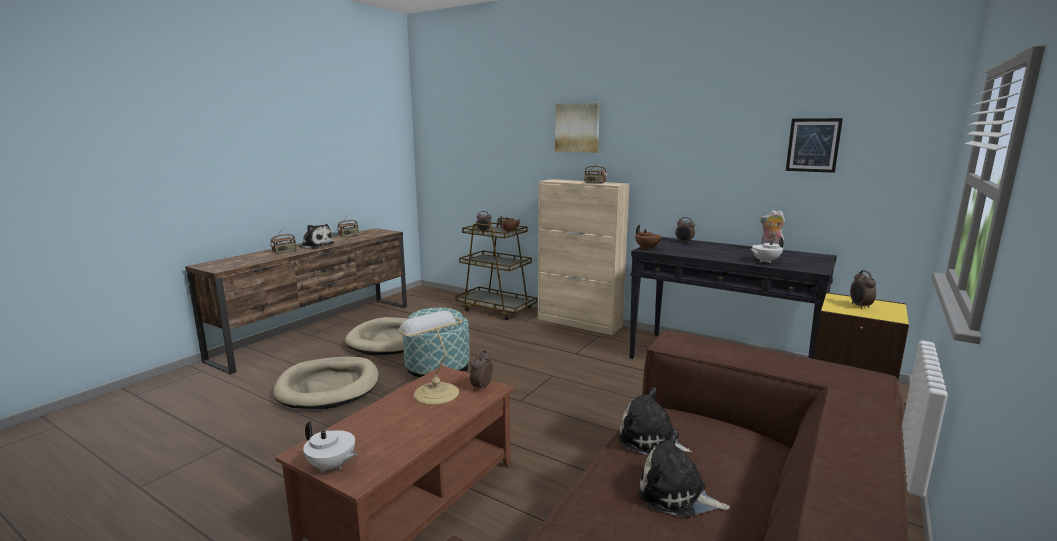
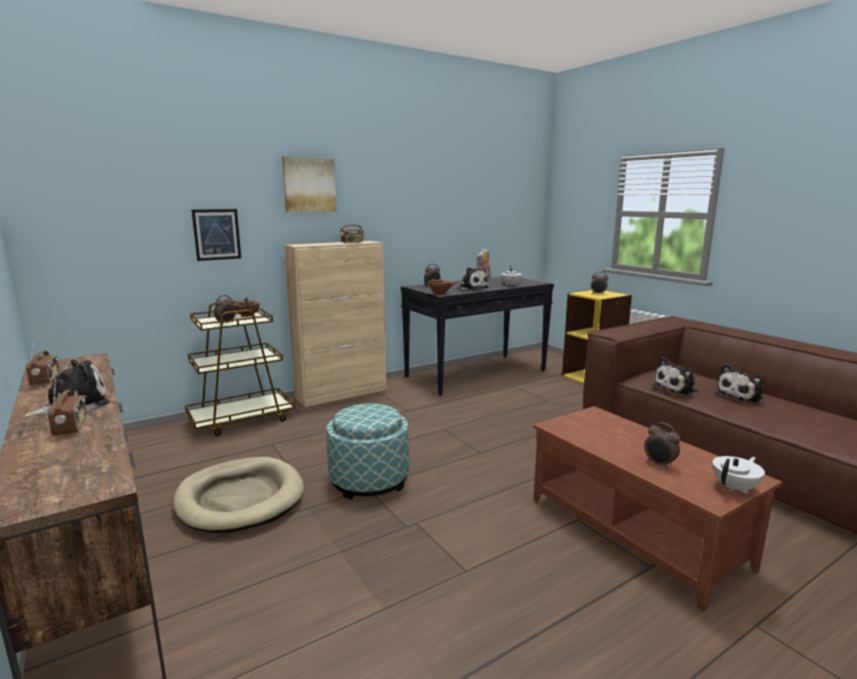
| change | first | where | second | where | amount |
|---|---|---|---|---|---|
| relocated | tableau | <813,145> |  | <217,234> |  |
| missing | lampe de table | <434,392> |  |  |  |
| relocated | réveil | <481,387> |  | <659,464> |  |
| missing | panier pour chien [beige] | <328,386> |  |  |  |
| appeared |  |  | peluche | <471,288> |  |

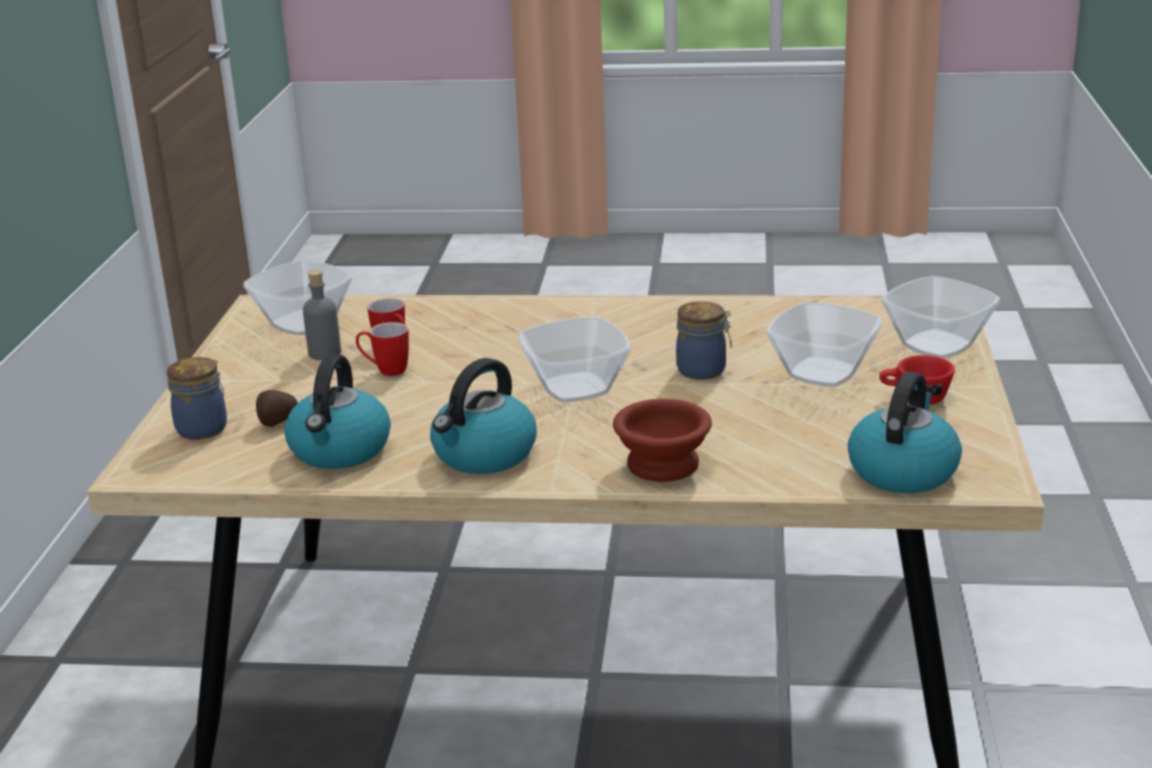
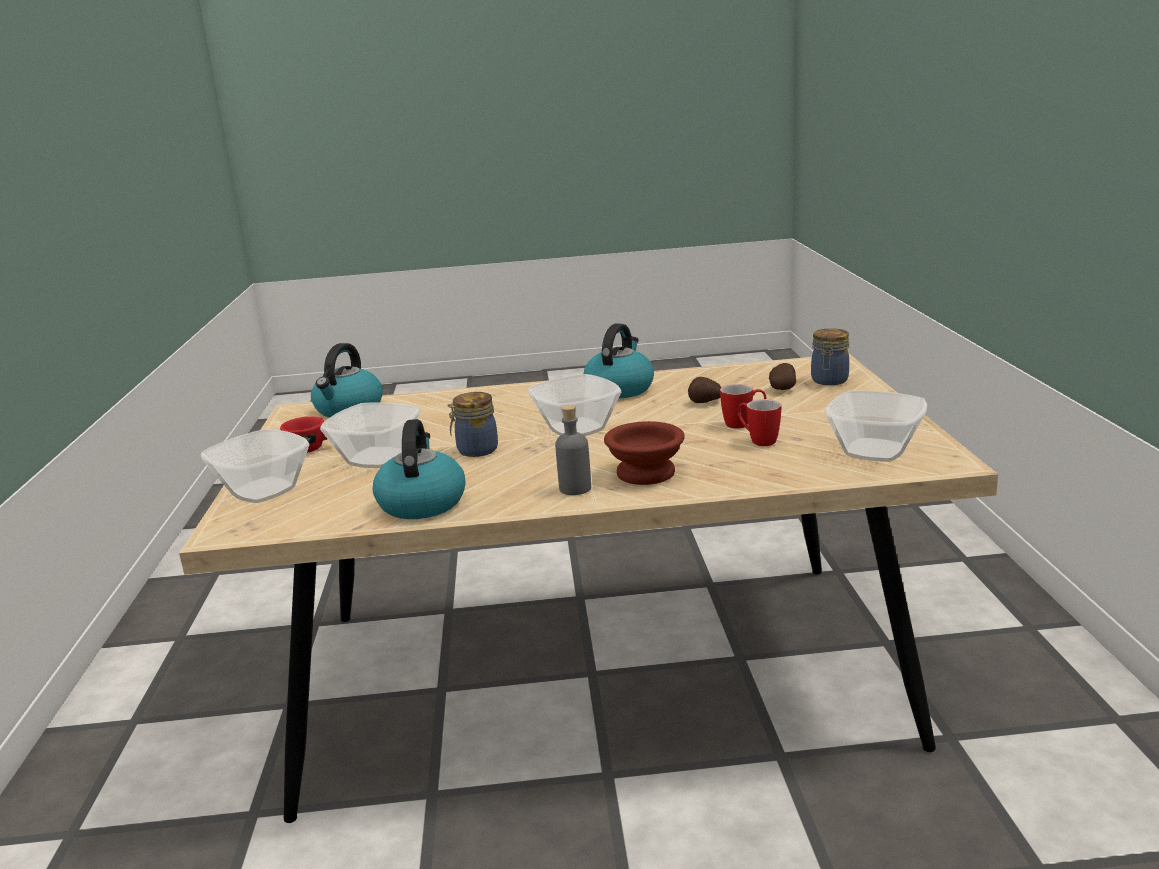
| change | first | where | second | where | amount |
|---|---|---|---|---|---|
| relocated | bouteille [gris] | <325,353> |  | <575,488> |  |
| relocated | bouilloire | <340,450> |  | <421,503> |  |
| relocated | bol [marron] | <660,464> |  | <648,473> |  |
| appeared |  |  | pomme de terre | <704,402> |  |

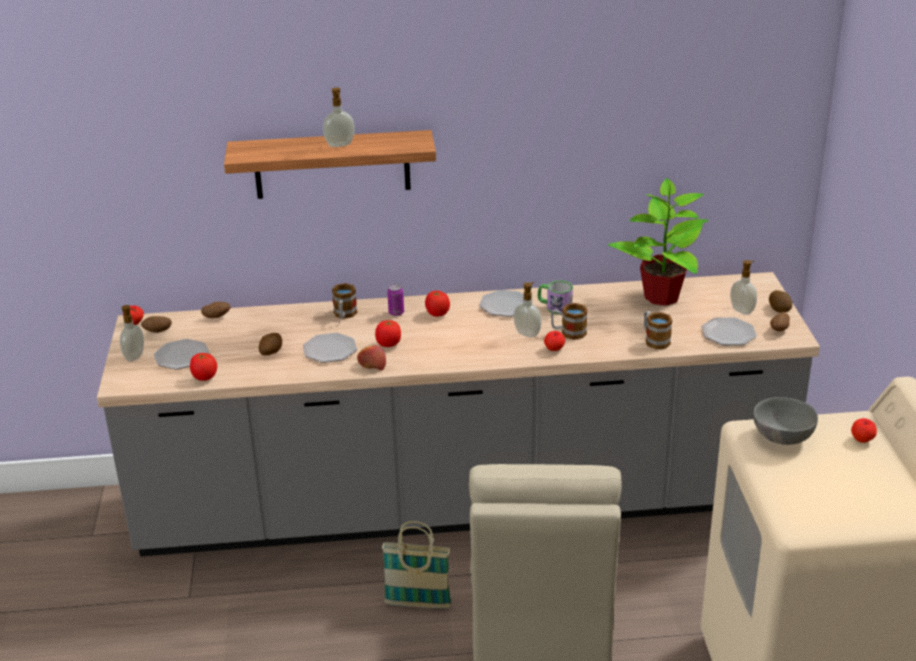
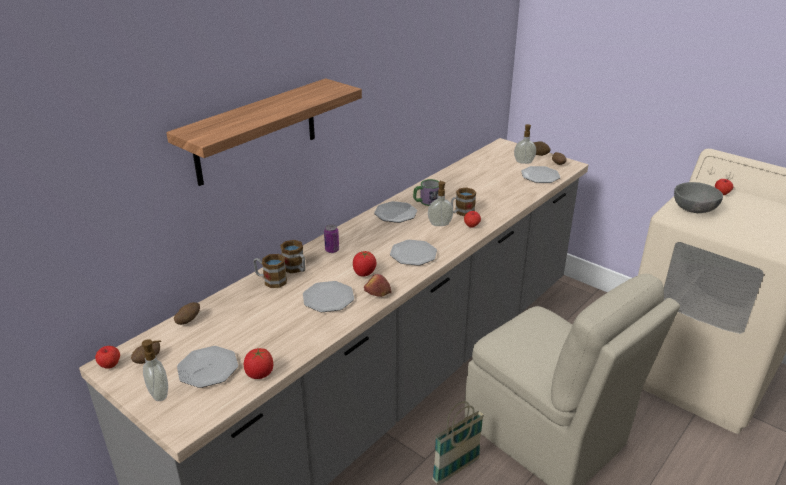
| change | first | where | second | where | amount |
|---|---|---|---|---|---|
| missing | distributeur de savon | <340,145> |  |  |  |
| missing | plante en pot | <661,297> |  |  |  |
| missing | tomate | <437,314> |  |  |  |
| relocated | mug | <654,340> |  | <271,280> |  |
| missing | pomme de terre | <271,352> |  |  |  |
| appeared |  |  | assiette | <413,254> |  |

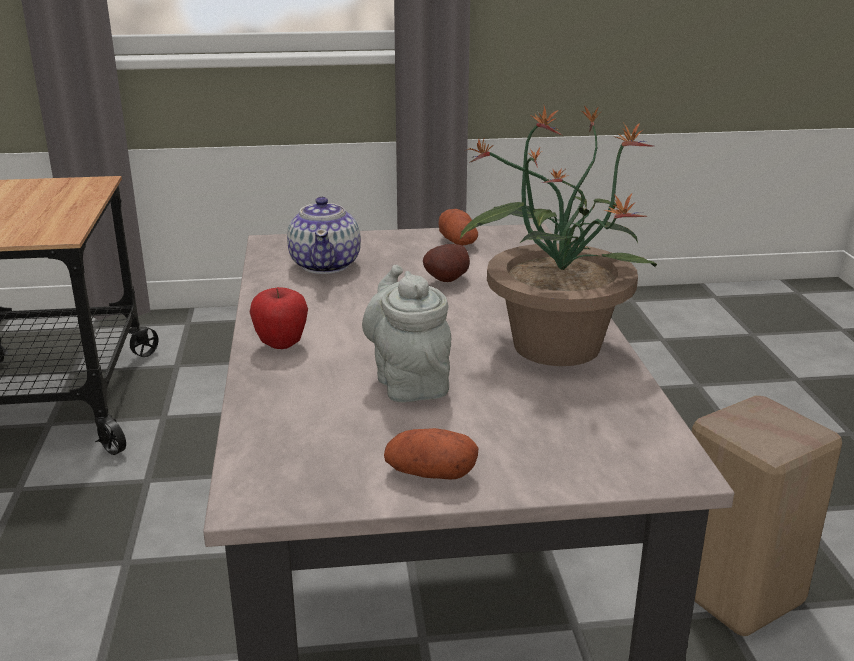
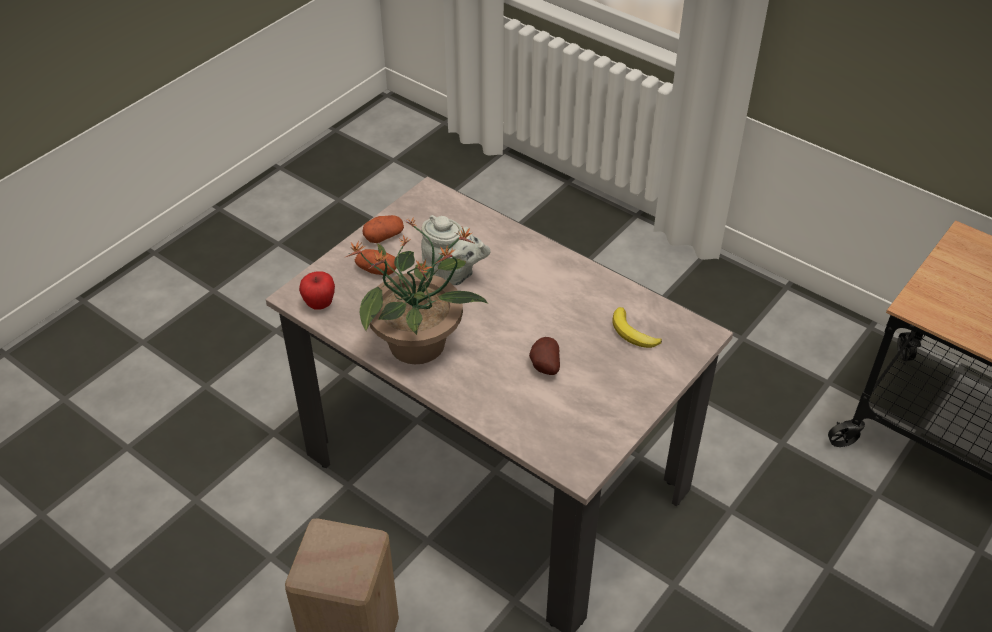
| change | first | where | second | where | amount |
|---|---|---|---|---|---|
| exchanged | théière | <326,264> | banane | <632,333> |  |
| relocated | pomme de terre | <458,242> |  | <377,270> |  |
| relocated | pomme | <281,345> |  | <319,304> |  |

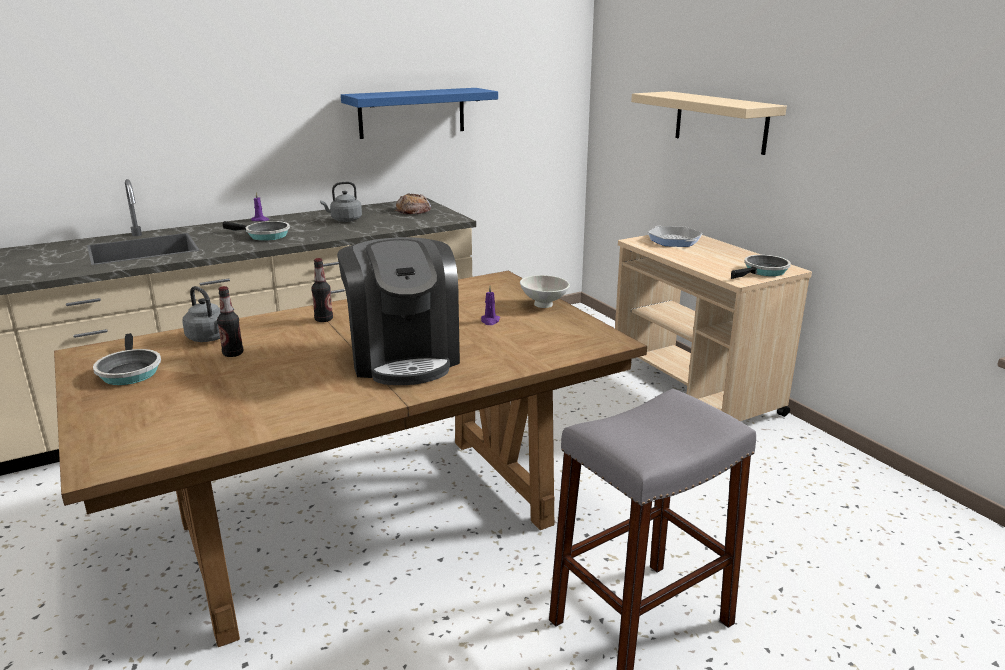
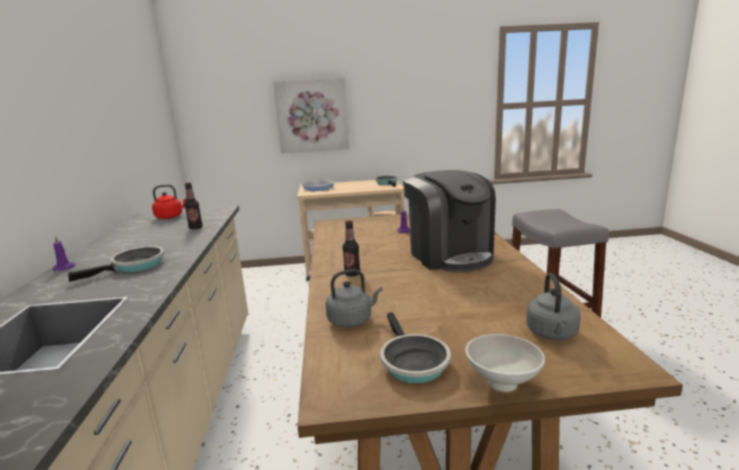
| change | first | where | second | where | amount |
|---|---|---|---|---|---|
| missing | étagère [bleu] | <412,113> |  |  |  |
| exchanged | étagère [beige] | <720,122> | tableau | <312,115> |  |
| relocated | bouilloire [gris] | <344,220> |  | <552,334> |  |
| exchanged | pain | <413,210> | bouilloire [rouge] | <171,217> |  |
| spun | machine à café | <403,357> |  | <449,255> | 60 degrees clockwise |
| relocated | bol [blanc] | <544,304> |  | <501,382> |  |
| relocated | bouteille | <233,354> |  | <195,228> |  |
| spun | poêle | <129,371> |  | <412,362> | 75 degrees clockwise |

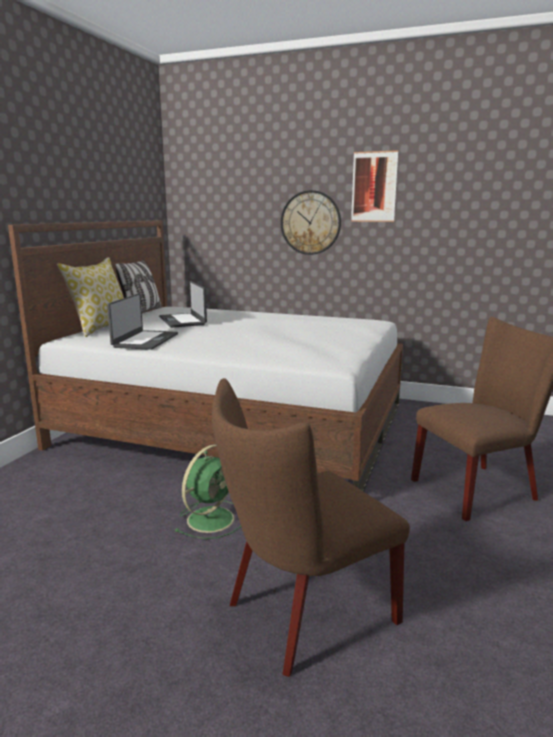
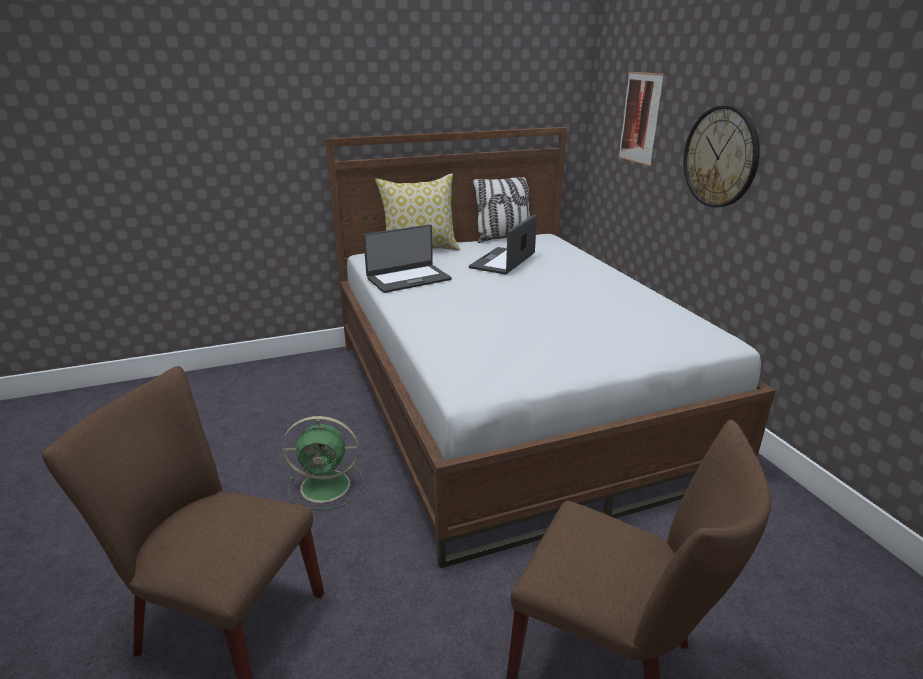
| change | first | where | second | where | amount |
|---|---|---|---|---|---|
| relocated | tableau | <374,187> |  | <640,118> |  |

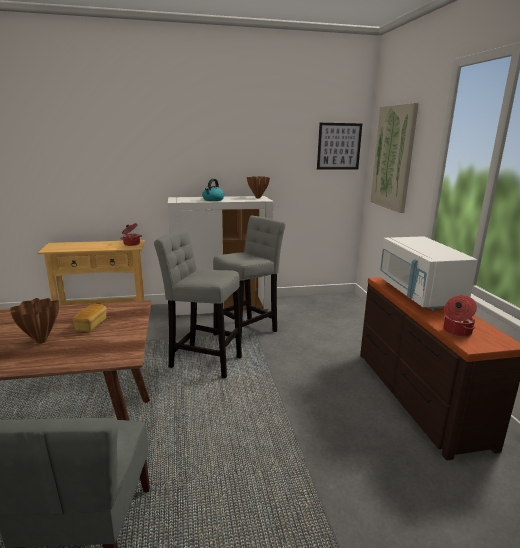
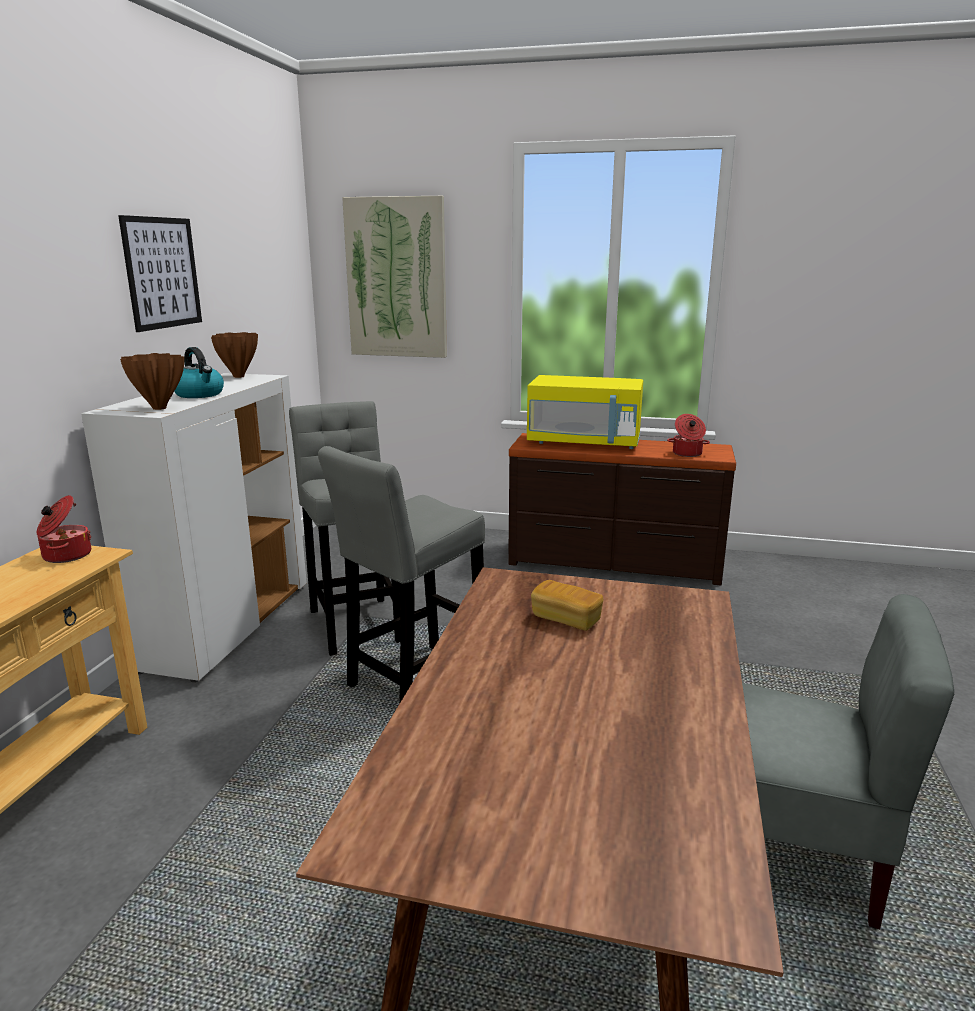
| change | first | where | second | where | amount |
|---|---|---|---|---|---|
| relocated | tableau | <339,146> |  | <162,273> |  |
| colour | micro-ondes [blanc] | <419,294> | micro-ondes [jaune] | <584,443> |  |
| relocated | vase [marron] | <41,341> |  | <158,408> |  |

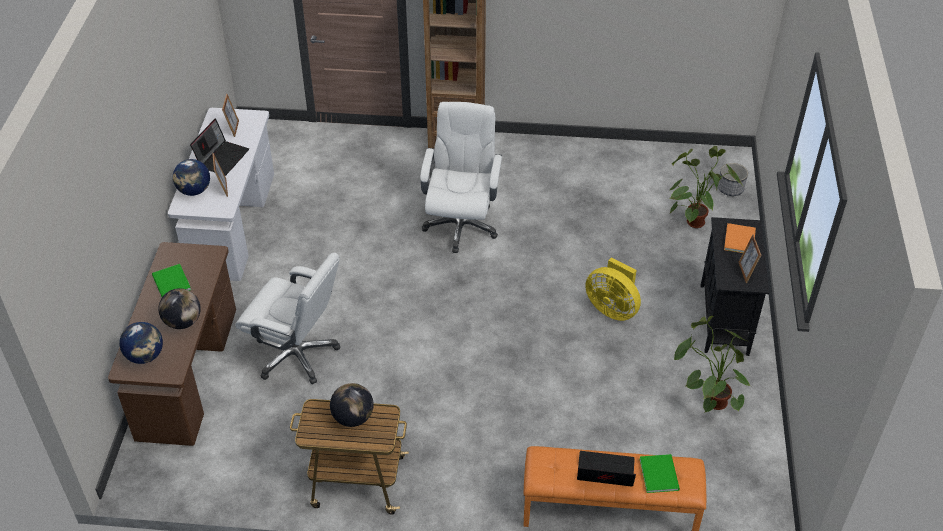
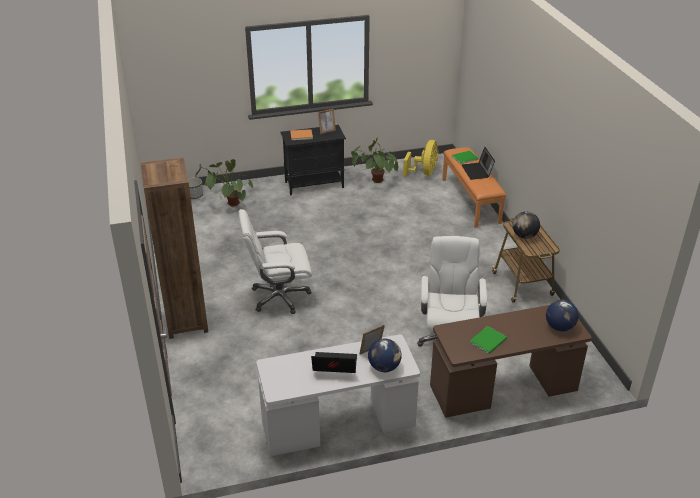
| change | first | where | second | where | amount |
|---|---|---|---|---|---|
| missing | cadre photo | <233,128> |  |  |  |
| relocated | ventilateur [jaune] | <612,308> |  | <424,173> |  |
| missing | globe | <183,322> |  |  |  |

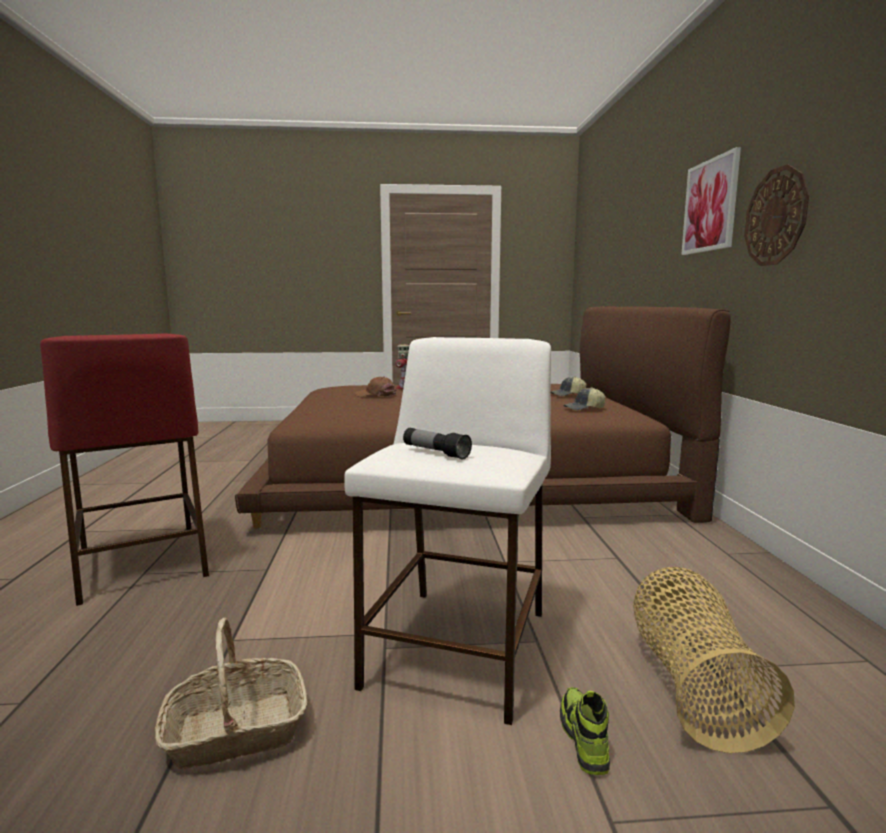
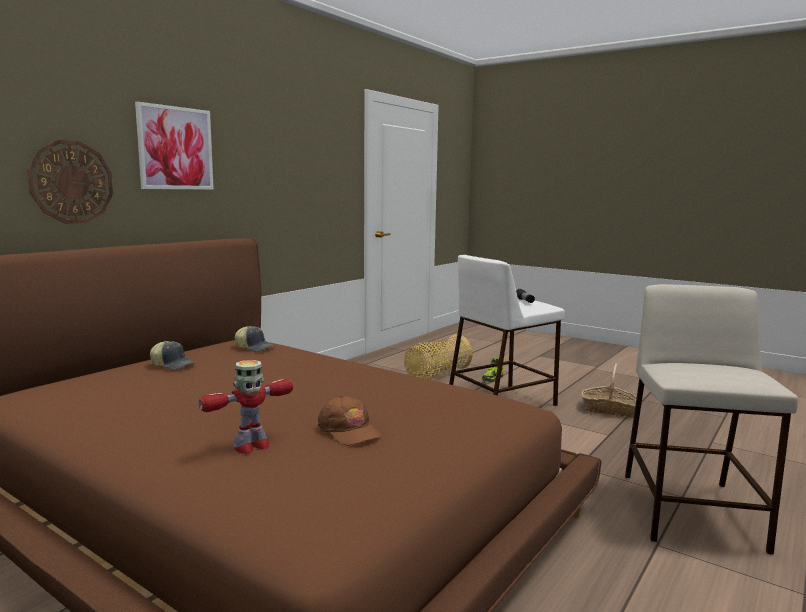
| change | first | where | second | where | amount |
|---|---|---|---|---|---|
| relocated | horloge murale | <776,217> |  | <71,182> |  |
| colour | tabouret [rouge] | <141,561> | tabouret [beige] | <692,512> |  |

